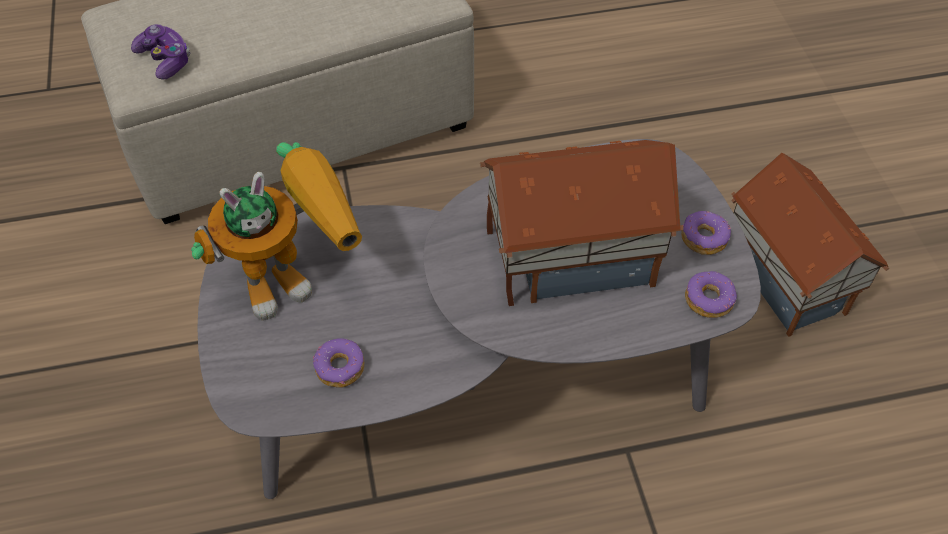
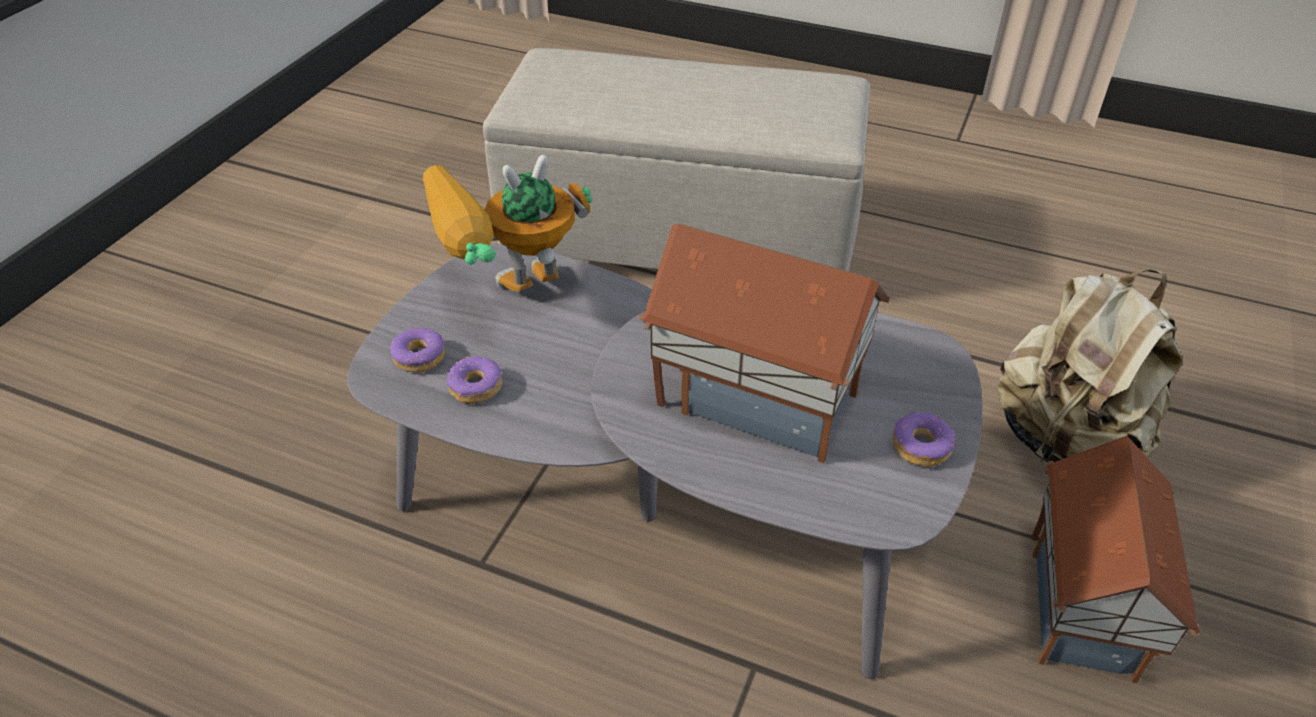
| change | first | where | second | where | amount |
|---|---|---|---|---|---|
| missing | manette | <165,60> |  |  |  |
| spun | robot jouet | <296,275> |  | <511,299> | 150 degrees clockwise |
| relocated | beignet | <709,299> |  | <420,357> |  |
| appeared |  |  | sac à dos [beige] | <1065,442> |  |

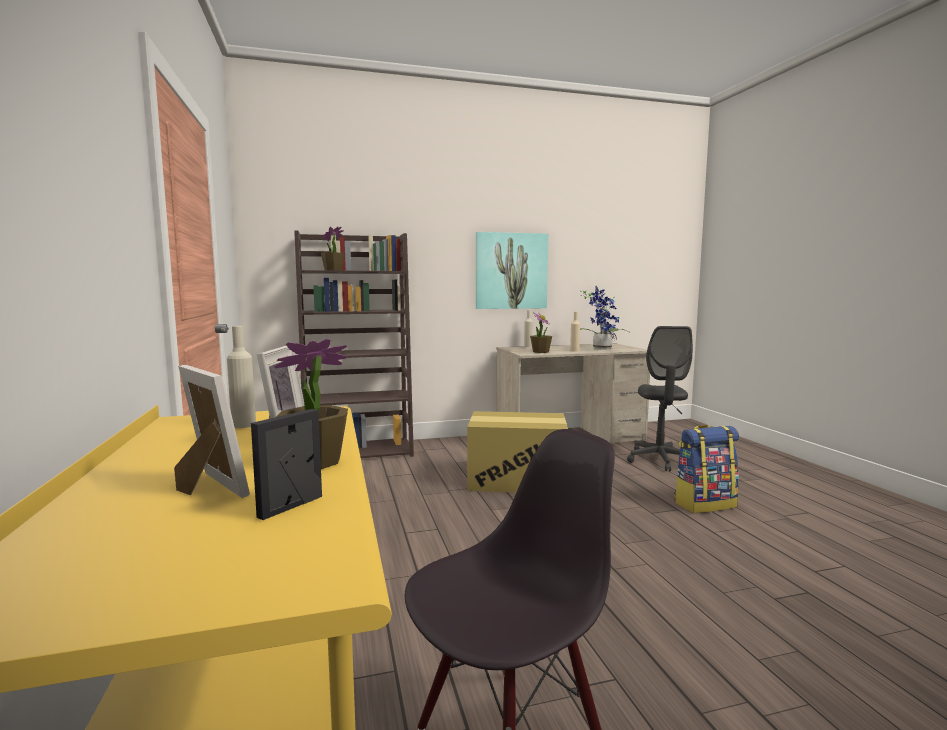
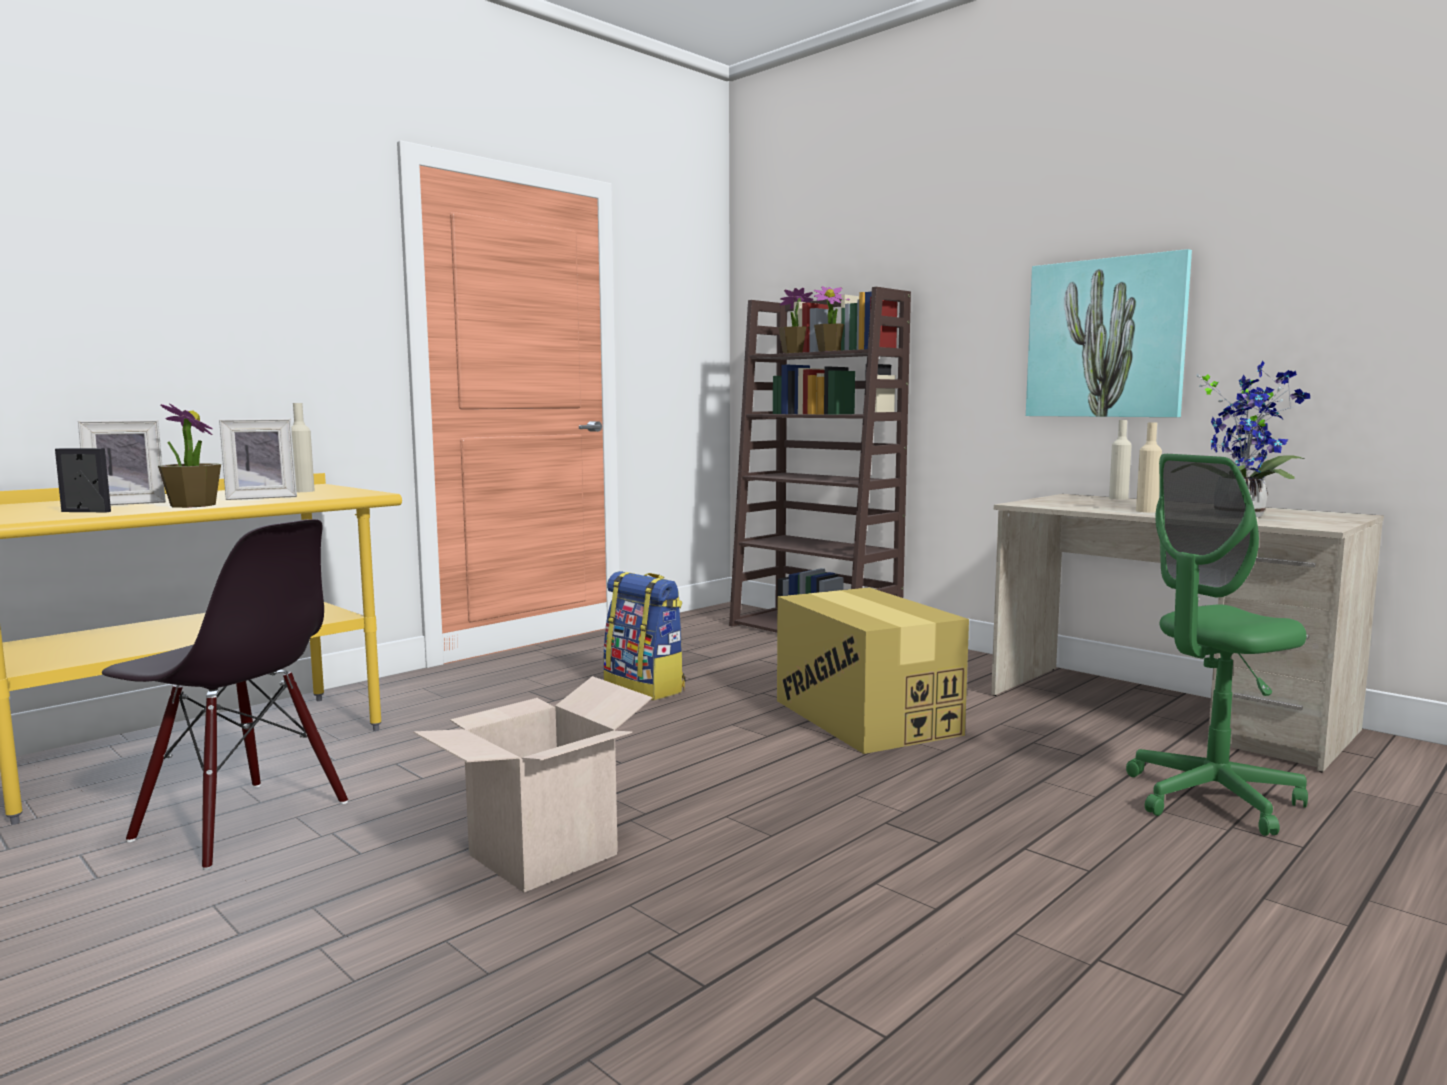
| change | first | where | second | where | amount |
|---|---|---|---|---|---|
| relocated | plante en pot | <540,352> |  | <831,351> |  |
| colour | chaise de bureau [gris] | <659,460> | chaise de bureau [vert] | <1211,799> |  |
| spun | cadre photo | <206,489> |  | <126,503> | 45 degrees clockwise |
| relocated | sac à dos | <704,504> |  | <646,688> |  |
| appeared |  |  | carton | <542,854> |  |

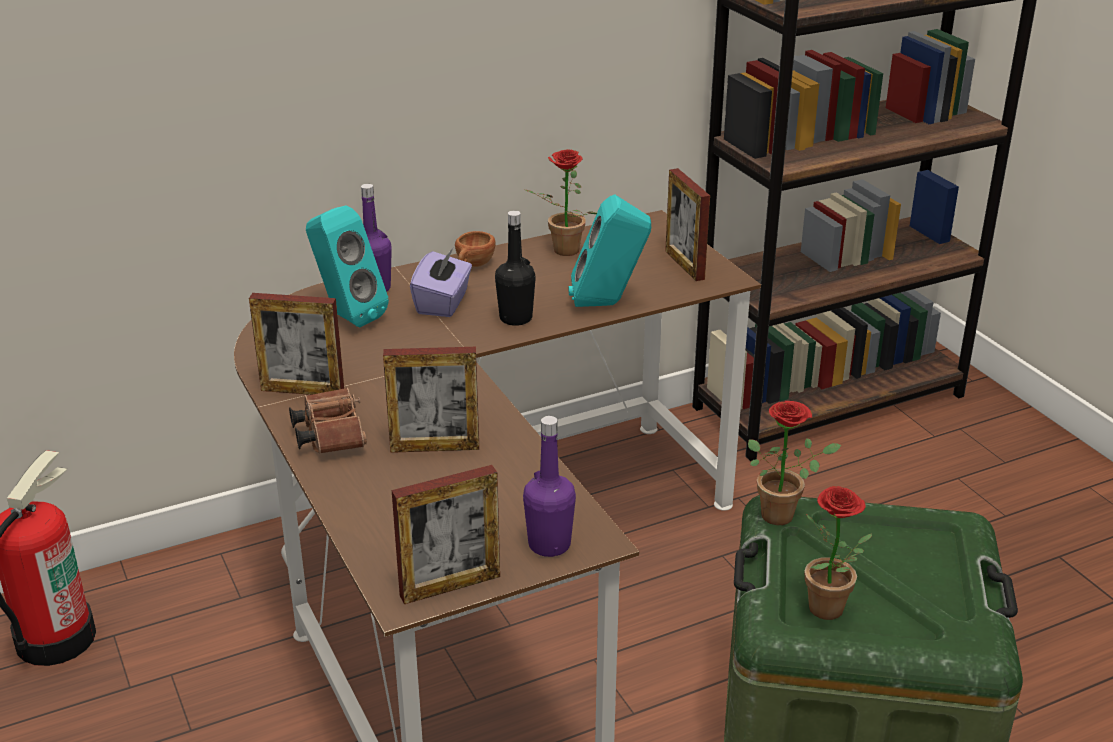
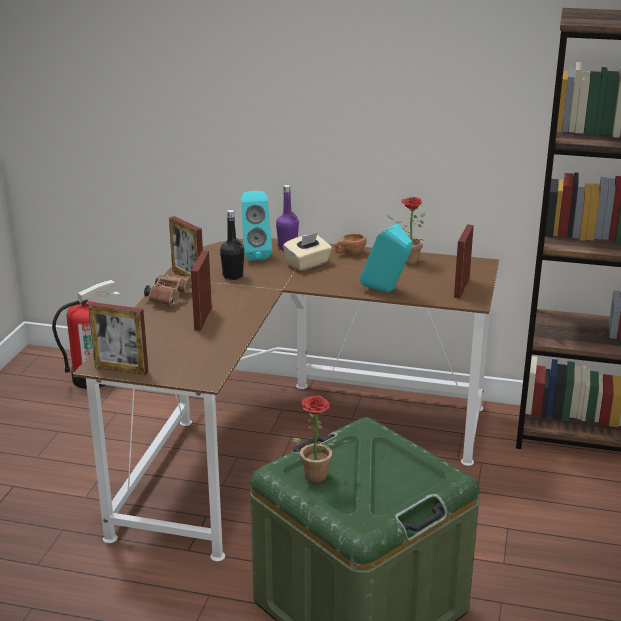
| change | first | where | second | where | amount |
|---|---|---|---|---|---|
| relocated | bouteille [noir] | <516,318> |  | <233,276> |  |
| colour | boîte à mouchoirs [violet] | <443,303> | boîte à mouchoirs [beige] | <307,264> |  |
| spun | cadre photo | <435,447> |  | <203,318> | 60 degrees clockwise |
| missing | plante en pot | <784,514> |  |  |  |
| missing | bouteille [violet] | <549,544> |  |  |  |

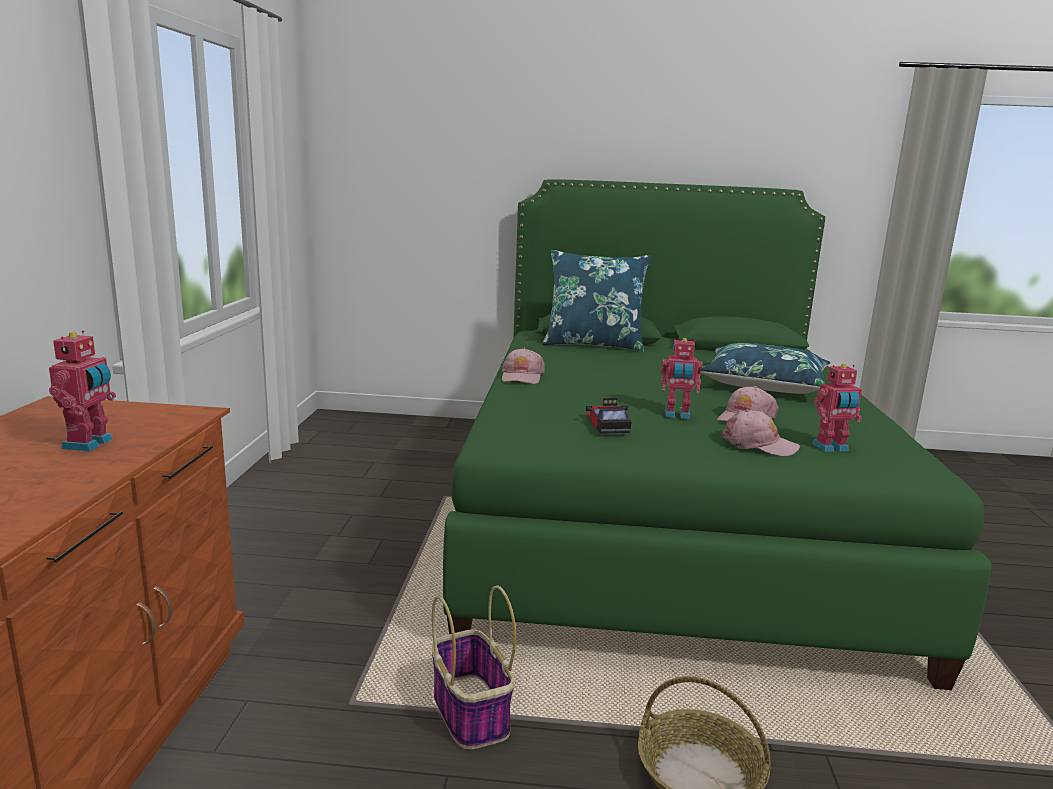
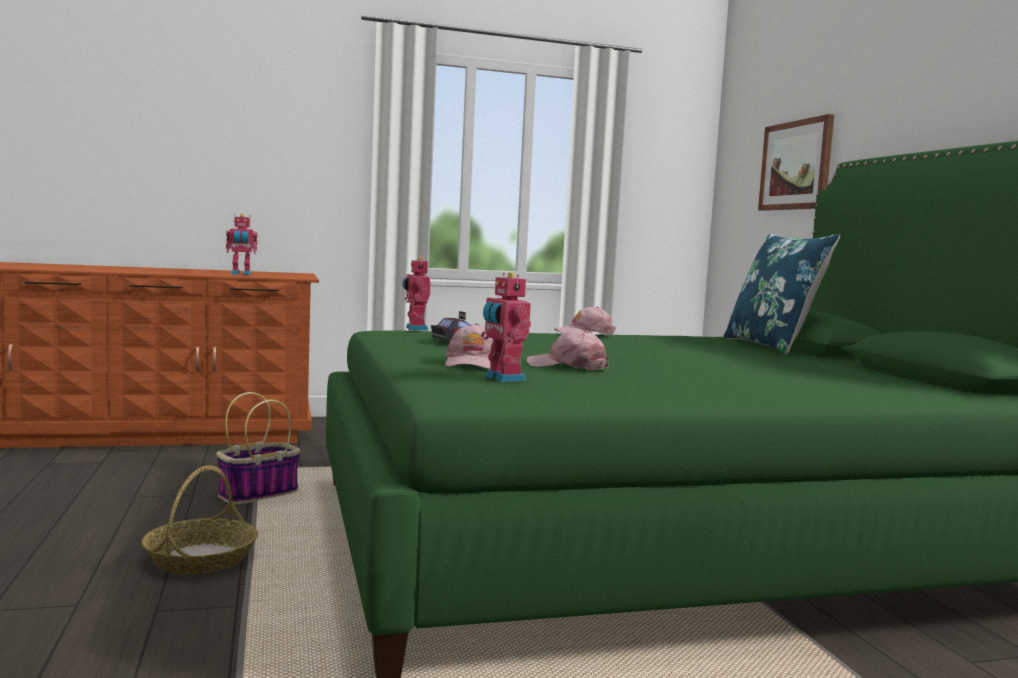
| change | first | where | second | where | amount |
|---|---|---|---|---|---|
| relocated | robot jouet | <677,415> |  | <415,328> |  |
| missing | coussin [bleu] | <764,384> |  |  |  |
| appeared |  |  | tableau | <796,165> |  |

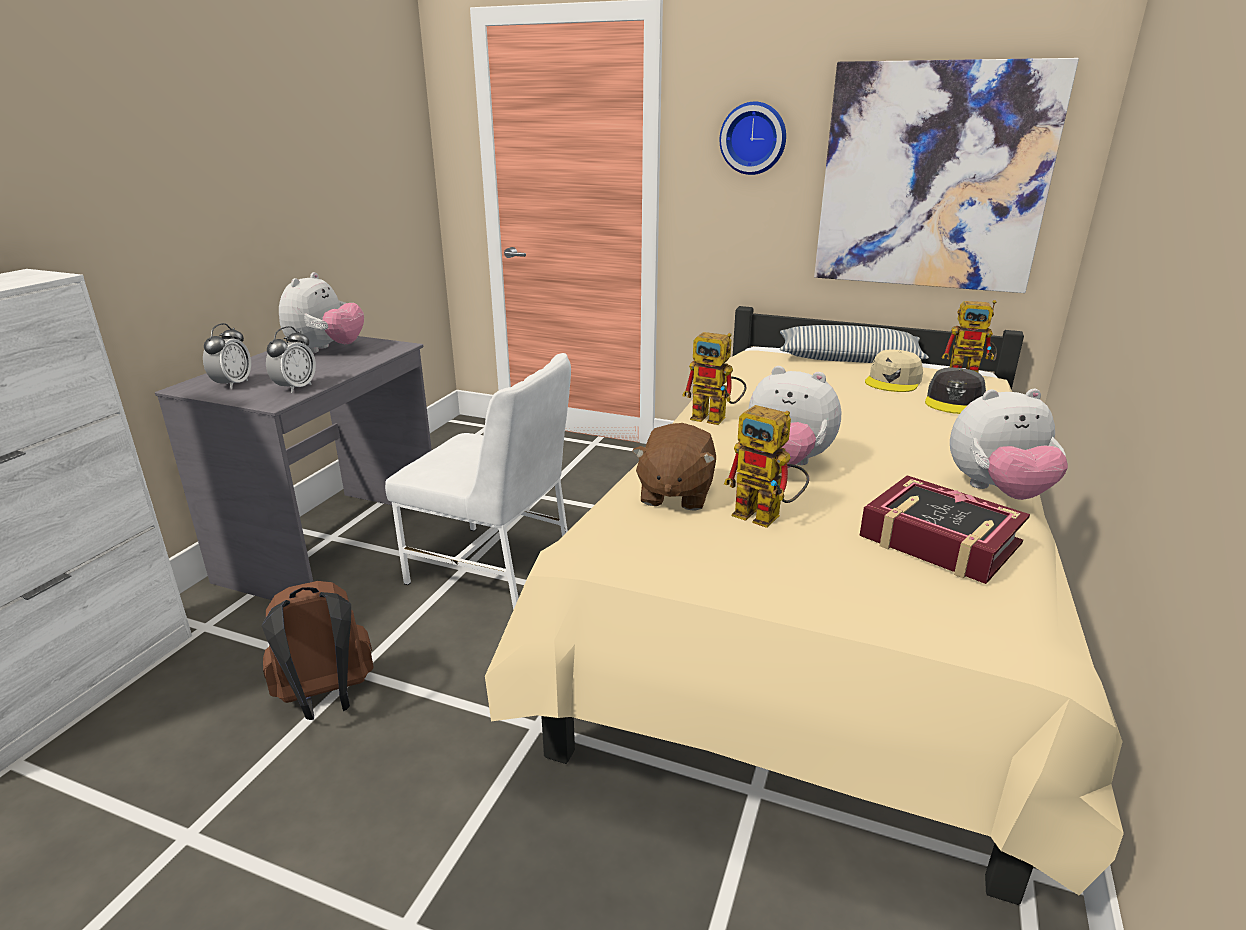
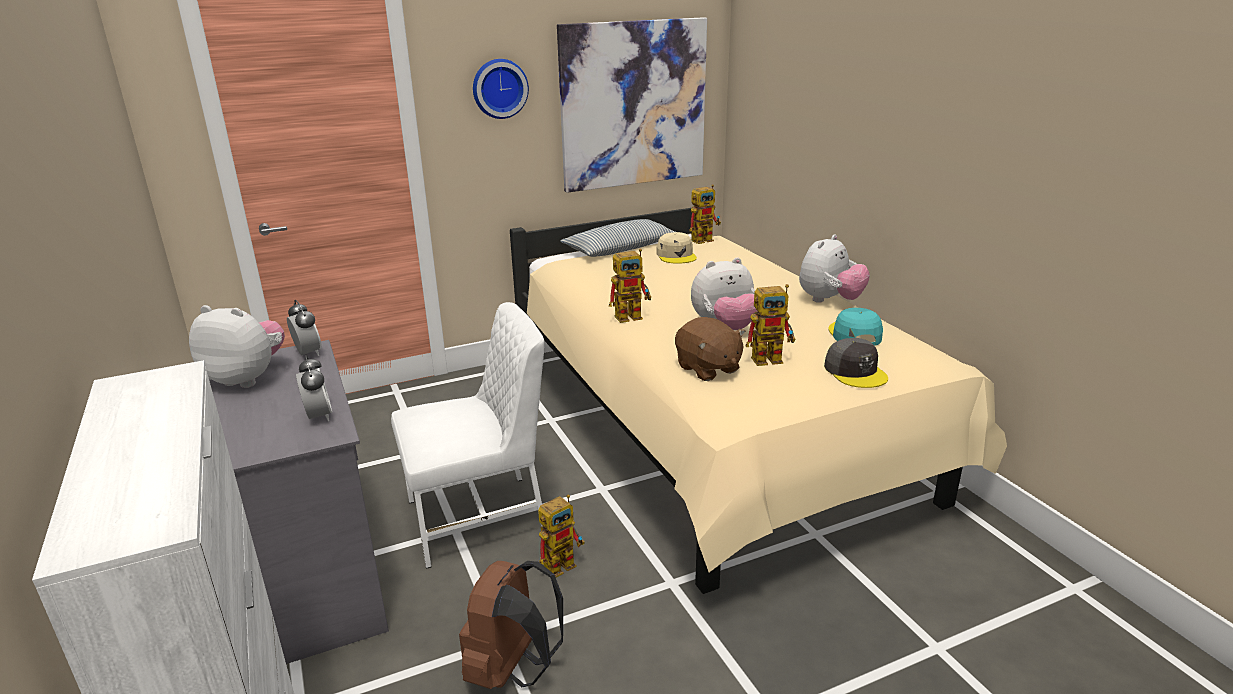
| change | first | where | second | where | amount |
|---|---|---|---|---|---|
| spun | peluche | <326,350> |  | <247,378> | 45 degrees counterclockwise |
| relocated | réveil | <233,384> |  | <308,353> |  |
| relocated | casquette [gris] | <954,401> |  | <855,372> |  |
| exchanged | livre | <939,540> | casquette [turquoise] | <854,334> |  |
| appeared |  |  | robot jouet | <563,562> |  |

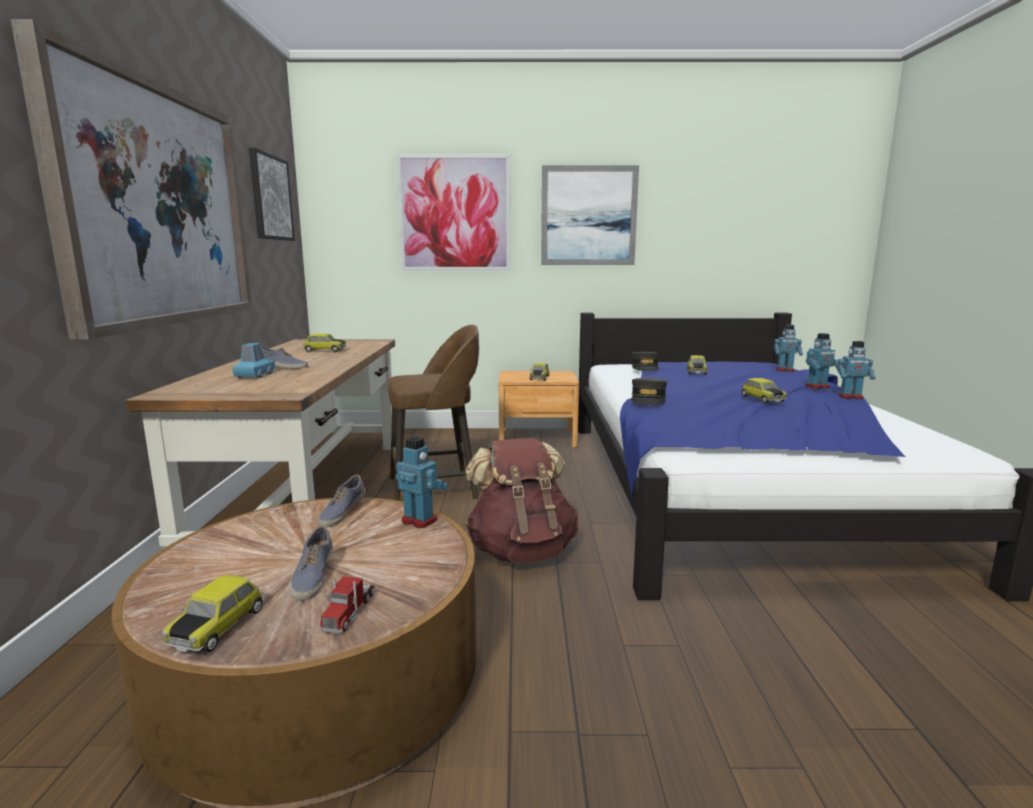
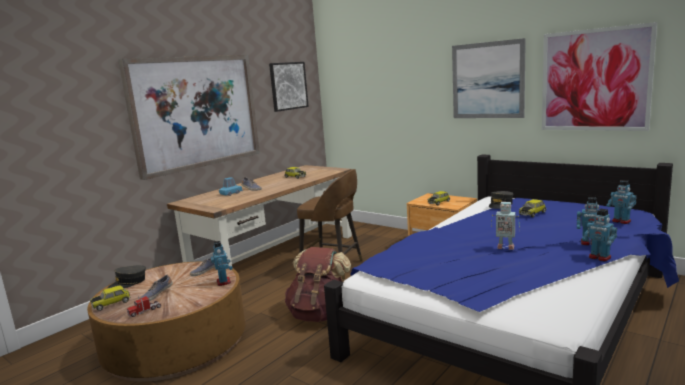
| change | first | where | second | where | amount |
|---|---|---|---|---|---|
| relocated | tableau | <454,214> |  | <594,80> |  |
| relocated | casquette [gris] | <648,399> |  | <128,283> |  |
| exchanged | petite voiture | <761,399> | robot jouet | <505,247> |  |

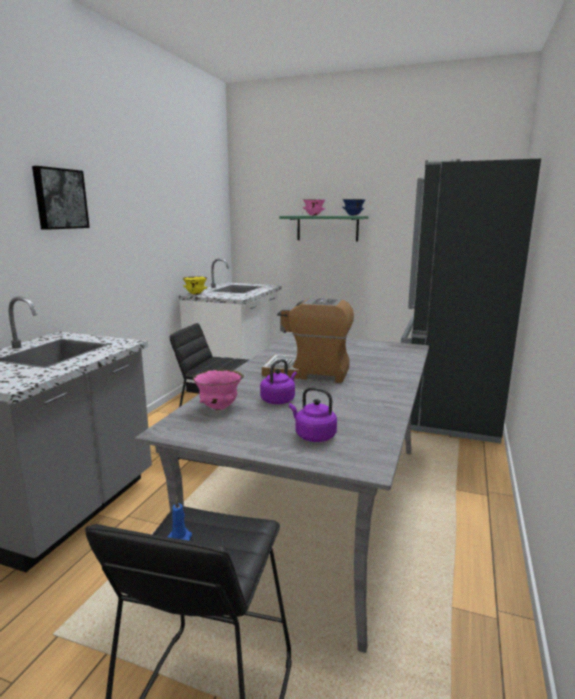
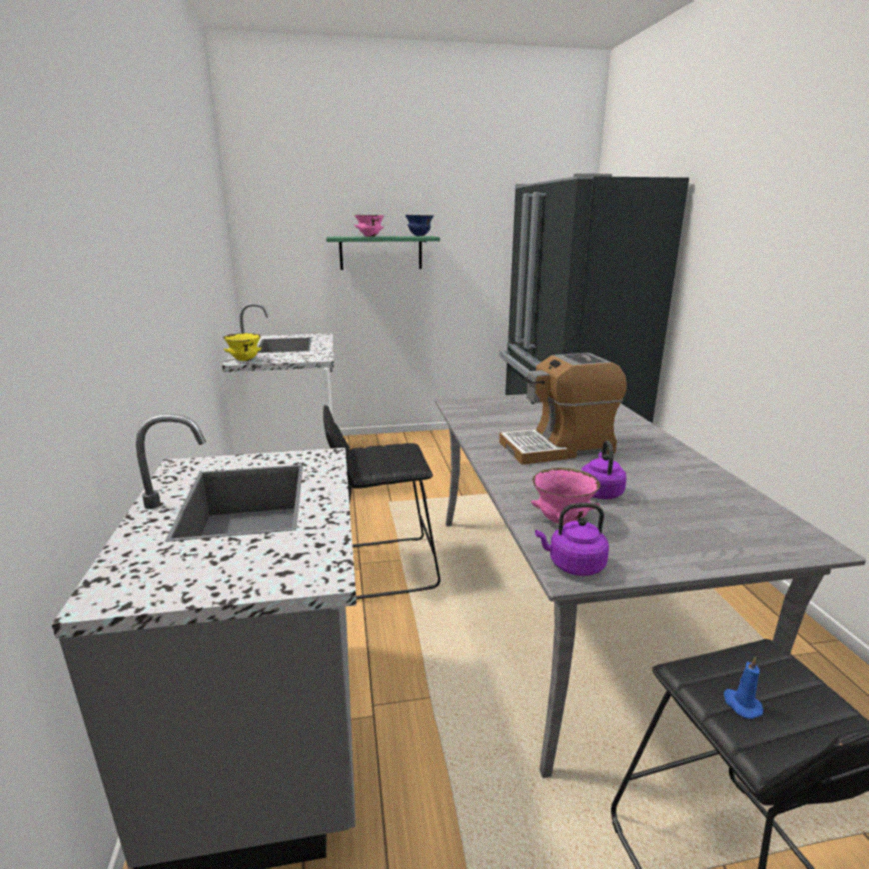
| change | first | where | second | where | amount |
|---|---|---|---|---|---|
| missing | tableau | <60,199> |  |  |  |
| relocated | bouilloire [violet] | <313,436> |  | <573,565> |  |

